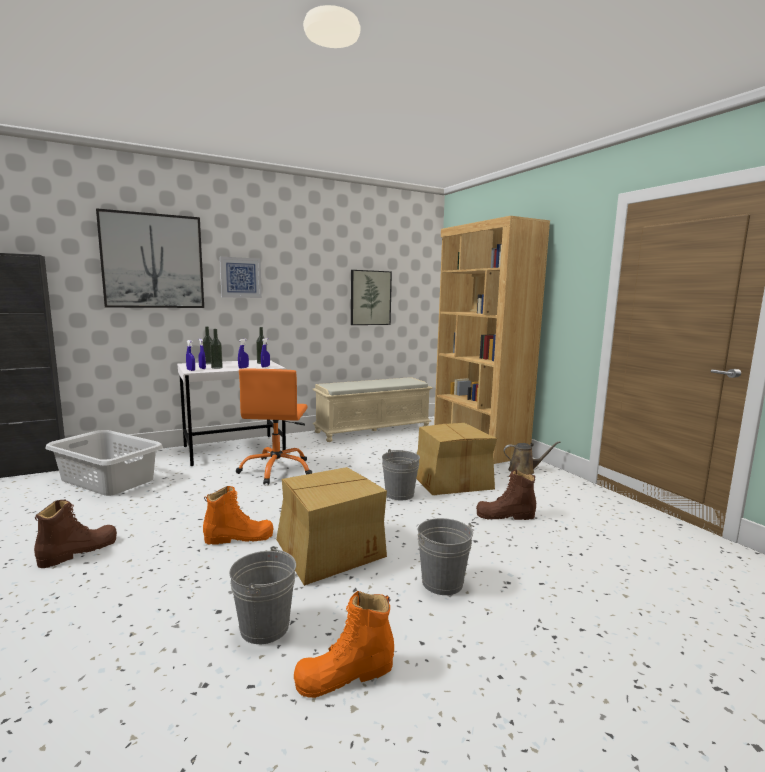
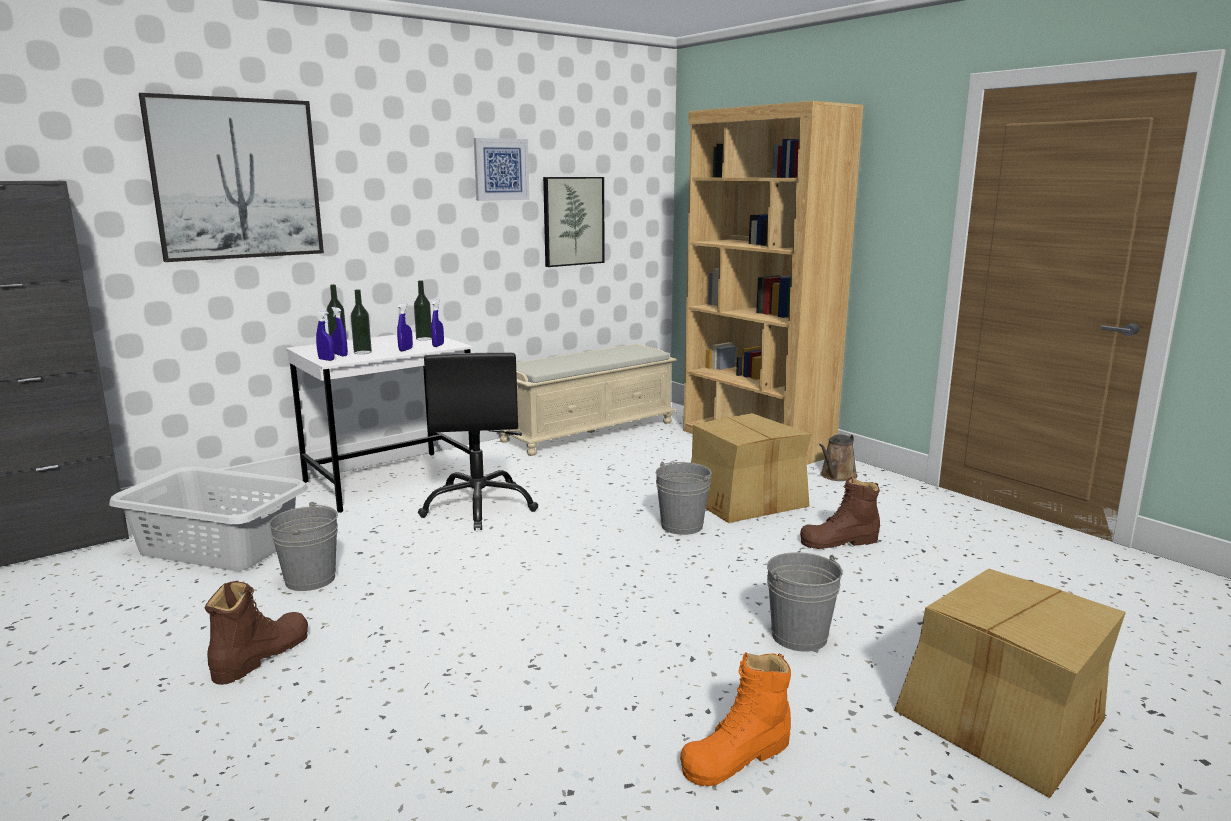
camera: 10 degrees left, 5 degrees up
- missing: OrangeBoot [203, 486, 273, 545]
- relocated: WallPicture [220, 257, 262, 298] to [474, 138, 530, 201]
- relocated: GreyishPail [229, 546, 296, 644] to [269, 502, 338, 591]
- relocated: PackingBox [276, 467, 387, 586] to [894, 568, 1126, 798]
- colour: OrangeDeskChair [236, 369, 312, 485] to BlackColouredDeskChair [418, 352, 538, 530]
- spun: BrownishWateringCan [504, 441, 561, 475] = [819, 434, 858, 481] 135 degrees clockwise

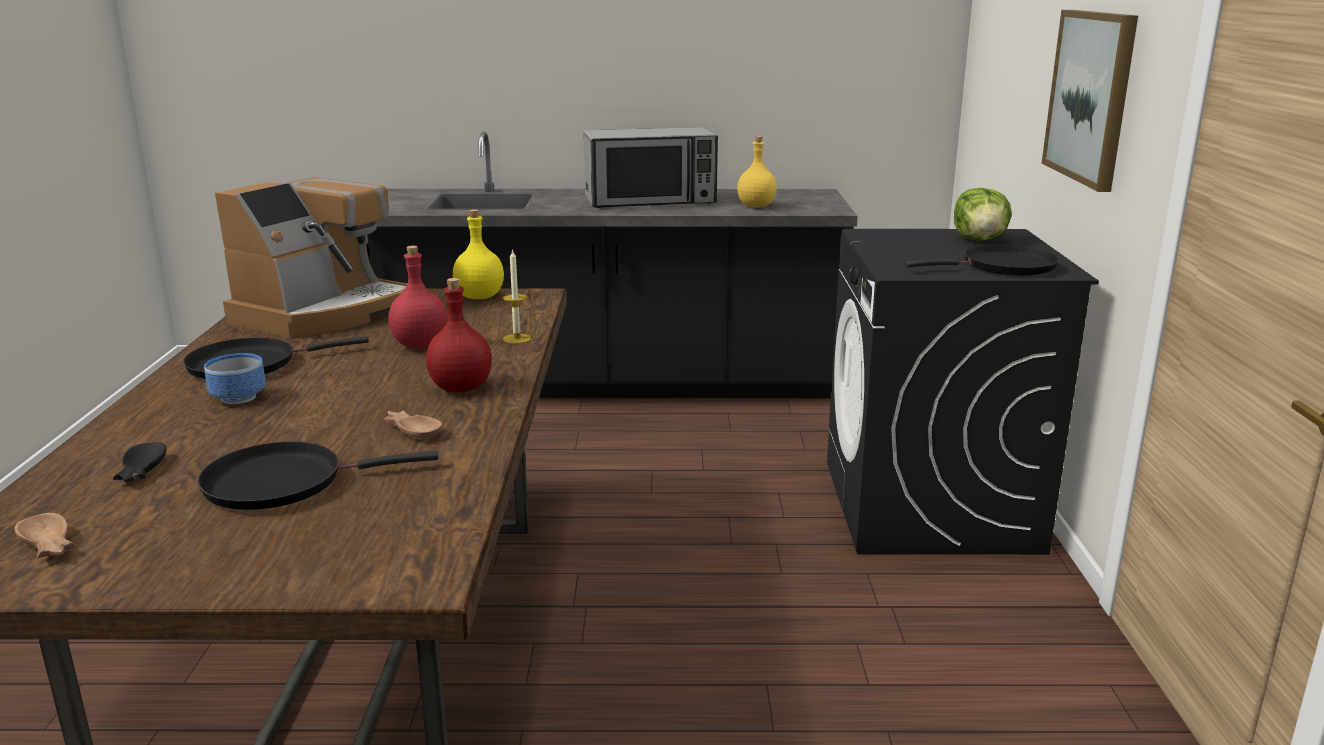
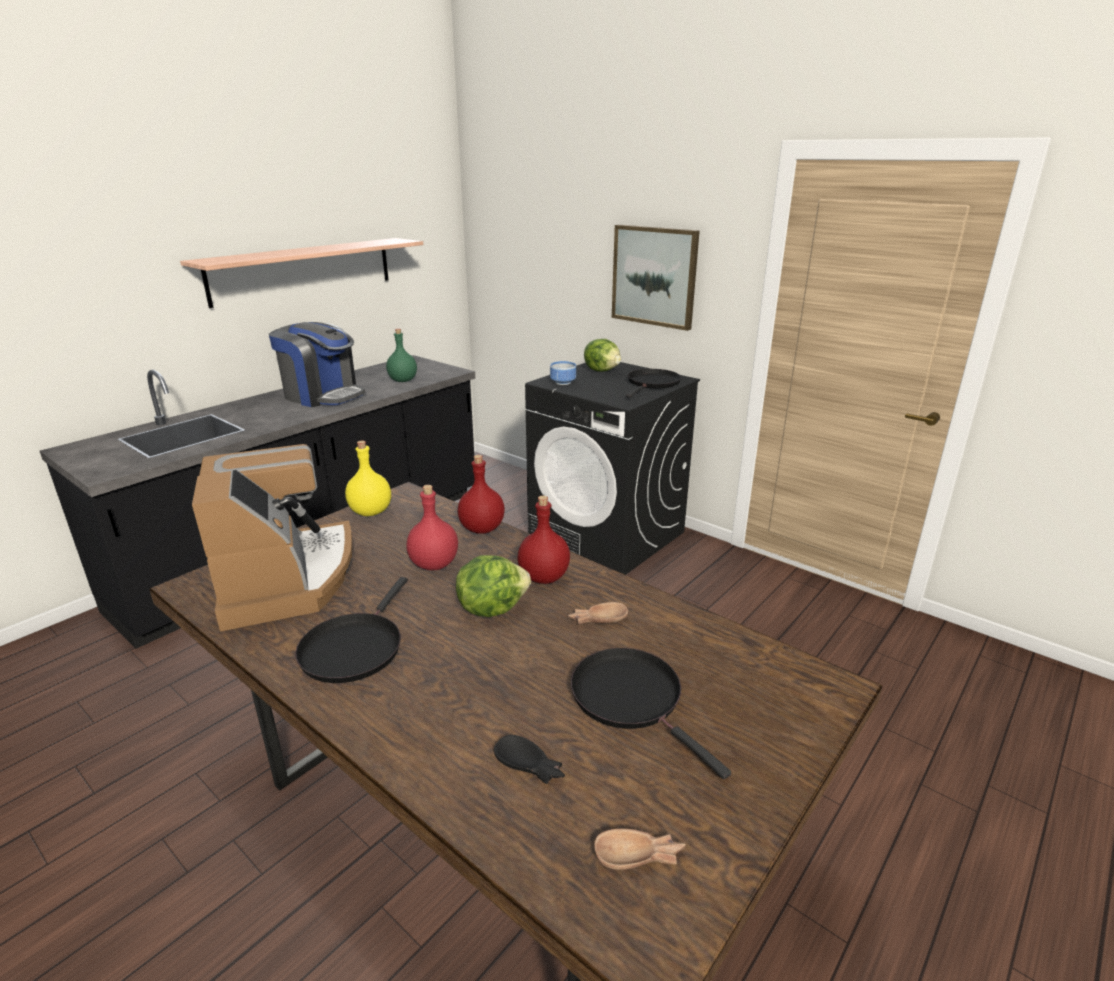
camera: 50 degrees left, 5 degrees up
- appeared: WallShelf [180, 238, 423, 308]
- appeared: LettuceHead [456, 555, 531, 617]
- relocated: Bowl [204, 353, 266, 404] to [550, 361, 576, 385]
- exchanged: WaxCandle [503, 249, 531, 344] to ReddishBeverageBottle [458, 455, 505, 534]
- exchanged: Microwave [584, 127, 718, 208] to CoffeeMachine [269, 322, 365, 407]
- colour: YellowishBeverageBottle [737, 136, 777, 208] to GreenColouredBeverageBottle [386, 329, 417, 382]
- spun: BlackColouredSkillet [197, 442, 439, 510] = [571, 648, 731, 779] 120 degrees clockwise

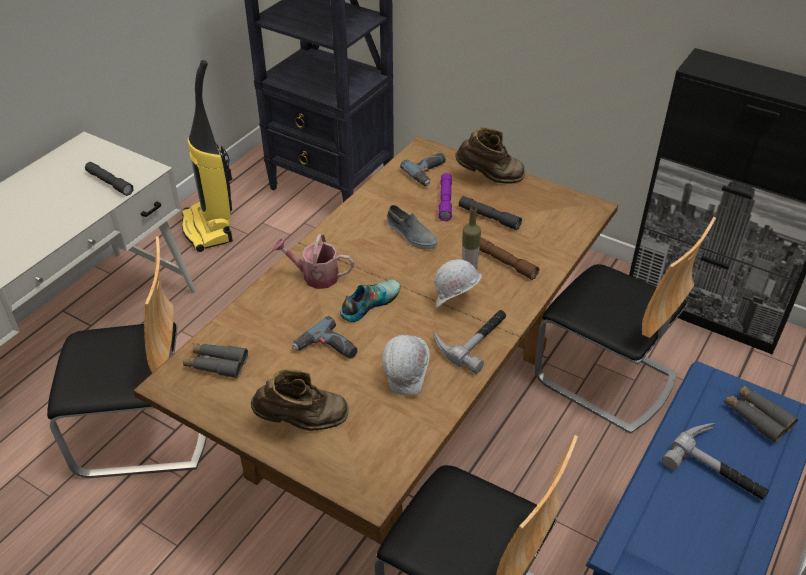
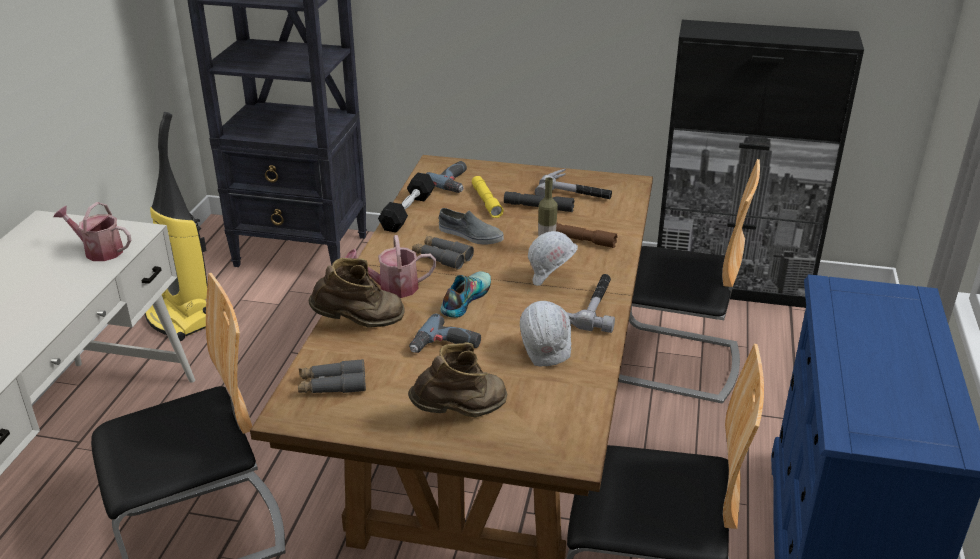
camera: 20 degrees left, 10 degrees down
- appeared: BlackColouredHandWeight [378, 173, 435, 233]
- relocated: BrownishBoot [455, 127, 525, 184] to [308, 258, 404, 328]
- relocated: HandHammer [662, 423, 769, 500] to [535, 169, 612, 199]
- relocated: GreyishPairOfBinoculars [724, 385, 798, 443] to [412, 235, 474, 270]
- exchanged: GreyishHandTorch [85, 162, 134, 196] to WateringCan [54, 202, 131, 261]
- colour: PurplishHandTorch [438, 173, 452, 222] to YellowishHandTorch [472, 176, 504, 218]

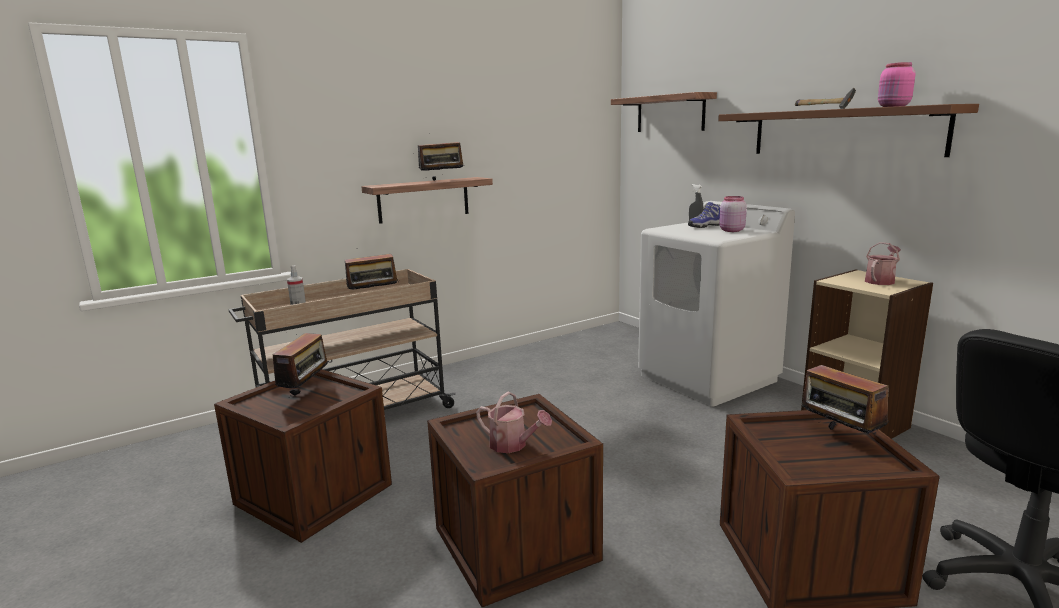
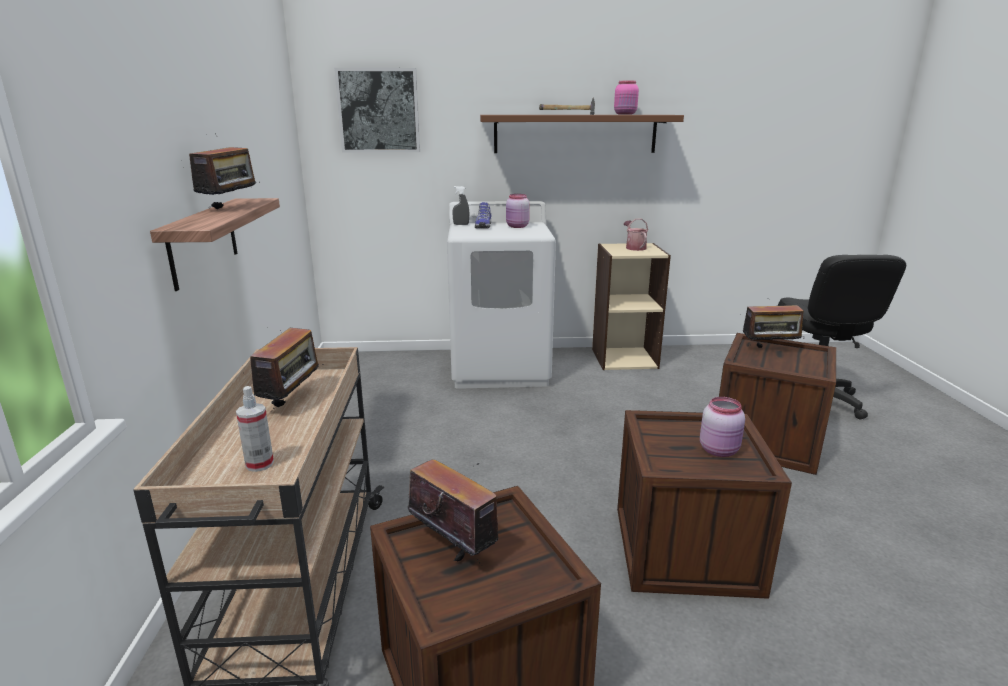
camera: 60 degrees left, 5 degrees up
- exchanged: WateringCan [476, 392, 552, 453] to PinkColouredJar [700, 397, 745, 457]
- exchanged: WallShelf [611, 92, 717, 132] to WallPicture [334, 68, 420, 152]

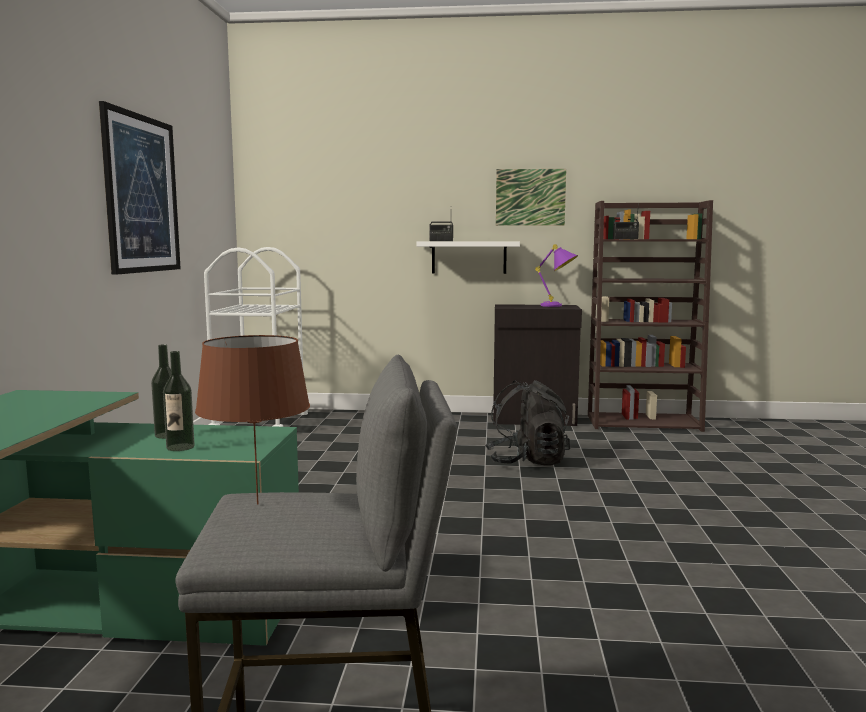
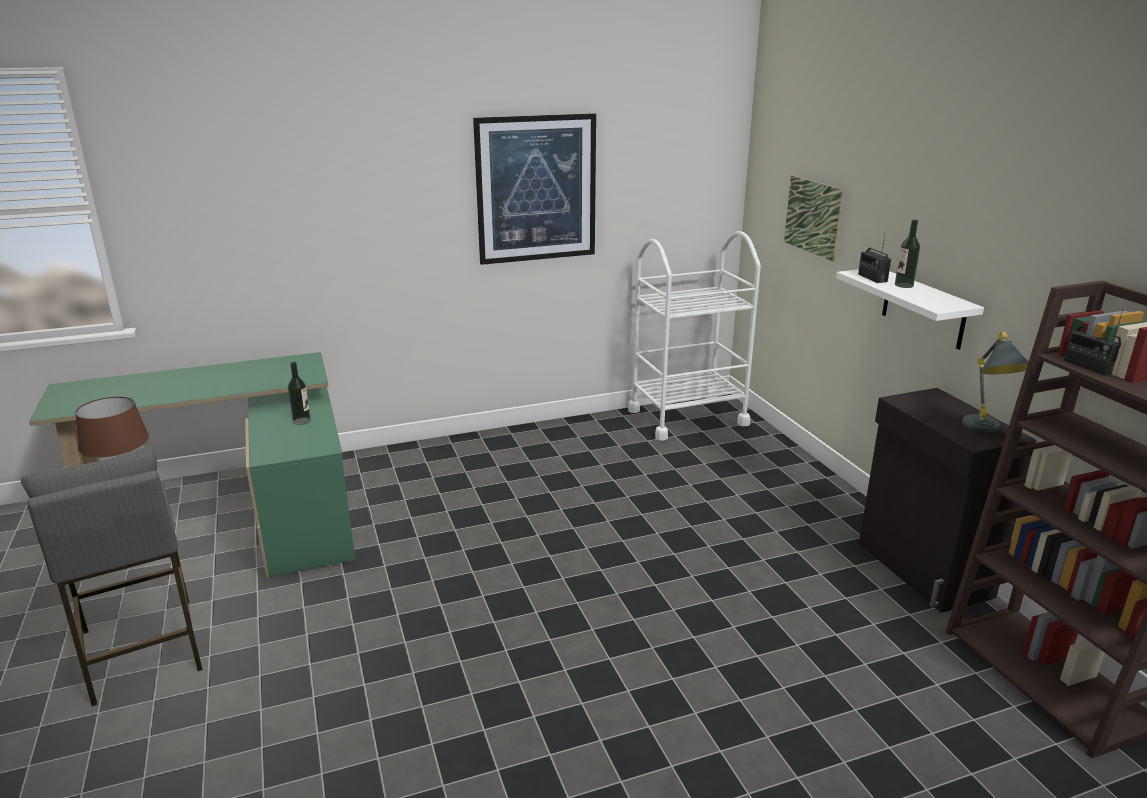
camera: 65 degrees right, 15 degrees up
- missing: BlackColouredRucksack [485, 380, 570, 465]
- relocated: BeverageBottle [163, 351, 195, 451] to [895, 220, 920, 288]
- relocated: WallPicture [496, 169, 566, 226] to [784, 175, 844, 261]
- colour: PurplishTabletopLamp [535, 244, 578, 307] to GreyishTabletopLamp [962, 332, 1028, 432]

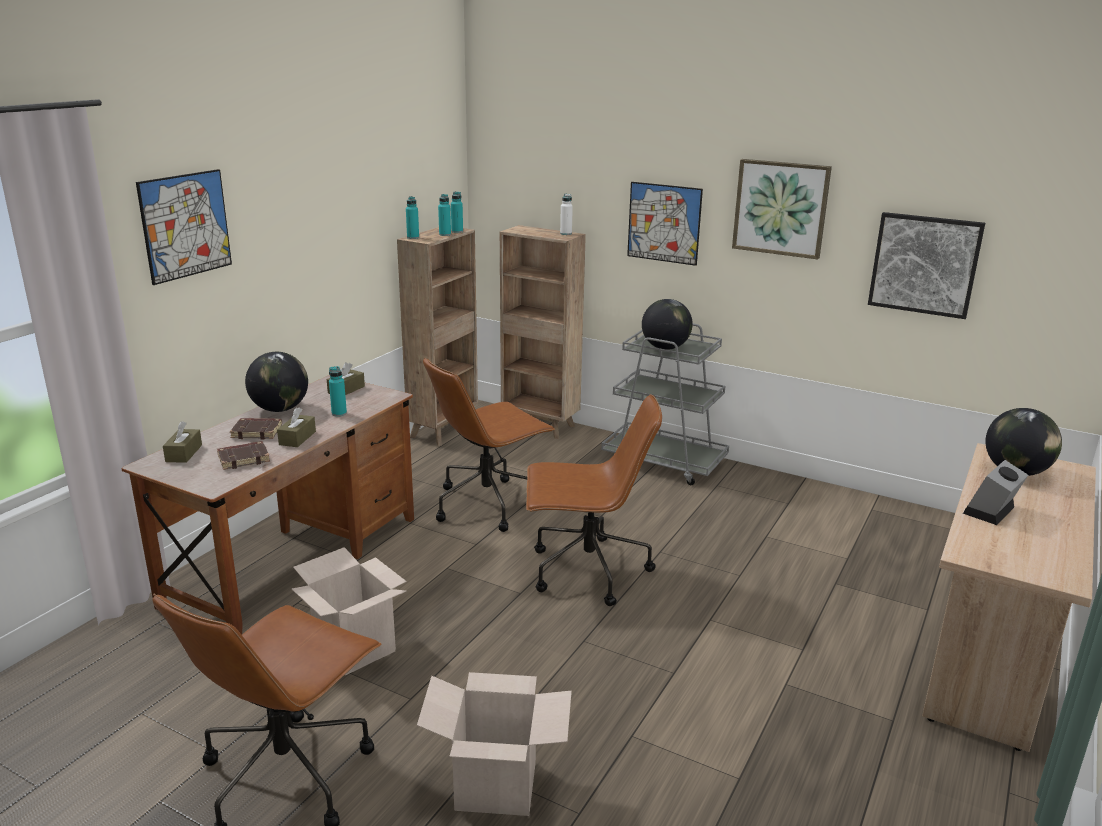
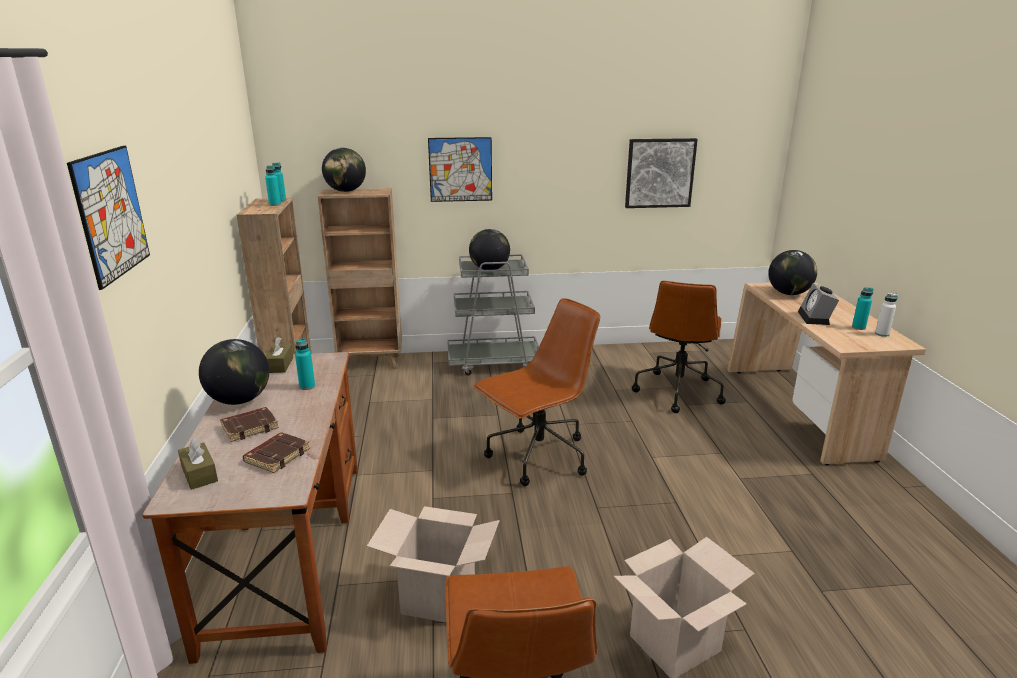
camera: 35 degrees left, 0 degrees up
- missing: BrownishTissueBox [277, 407, 316, 447]
- missing: WallPicture [732, 159, 832, 259]
- appeared: WorldGlobe [322, 148, 366, 192]
- relocated: TurquoiseBeverageBottle [406, 196, 419, 239] to [852, 287, 873, 330]
- relocated: BrownishDeskChair [423, 357, 555, 532] to [632, 281, 726, 413]
- relocated: WhitishBeverageBottle [560, 194, 573, 235] to [875, 293, 898, 337]

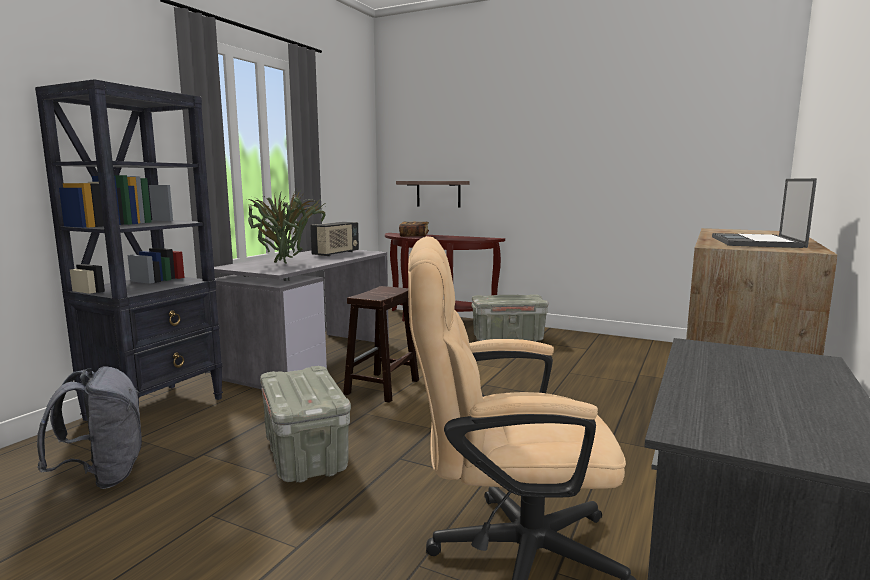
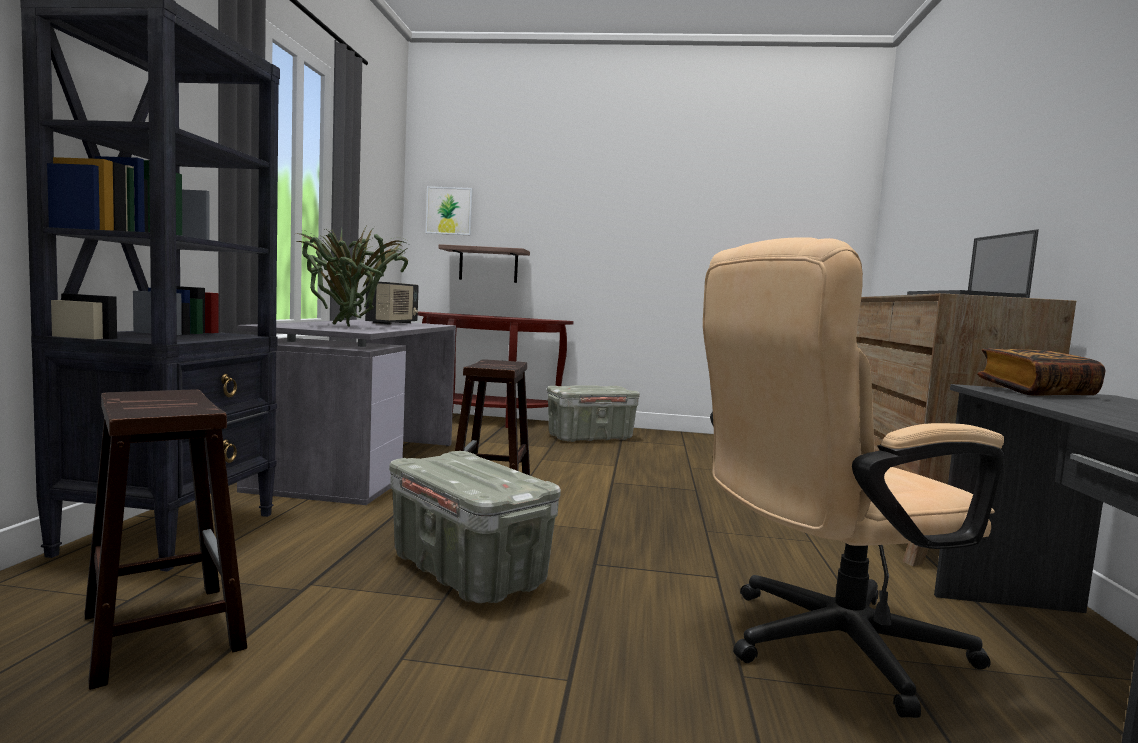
camera: 20 degrees left, 5 degrees down
- appeared: WallPicture [426, 186, 473, 235]
- relocated: Book [399, 222, 429, 237] to [977, 348, 1105, 396]
- exchanged: GreyishRucksack [37, 366, 142, 489] to BrownishStoolSeat [85, 389, 247, 690]

